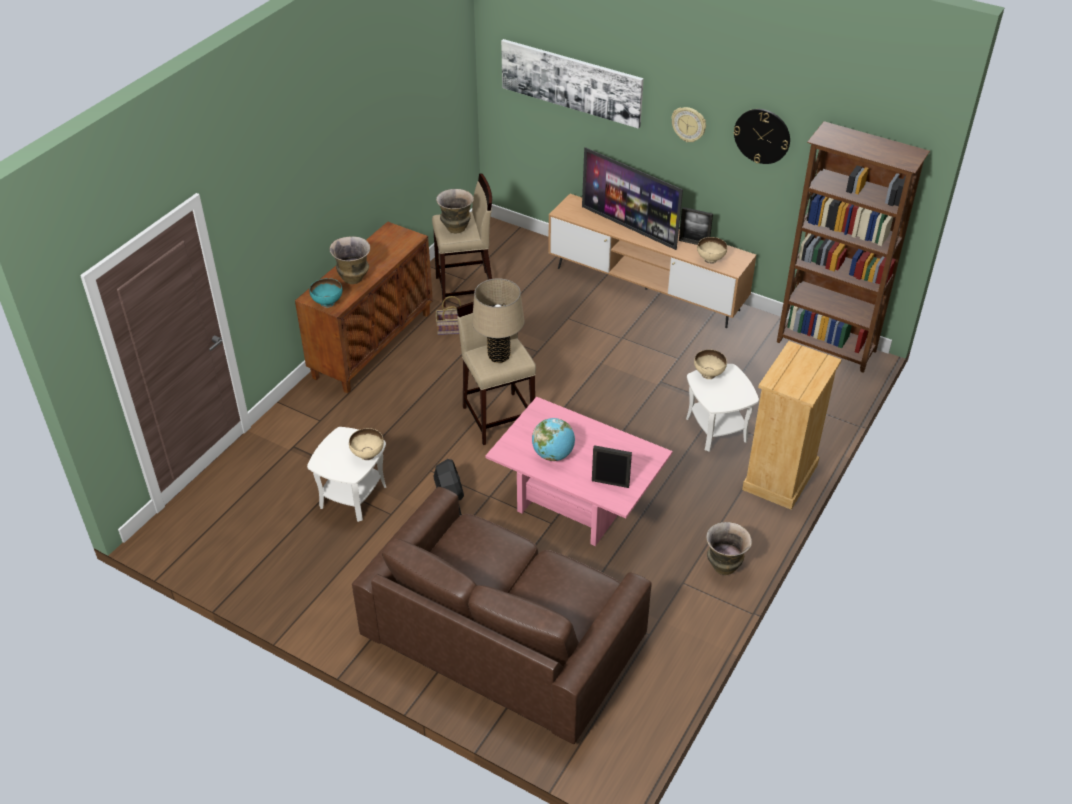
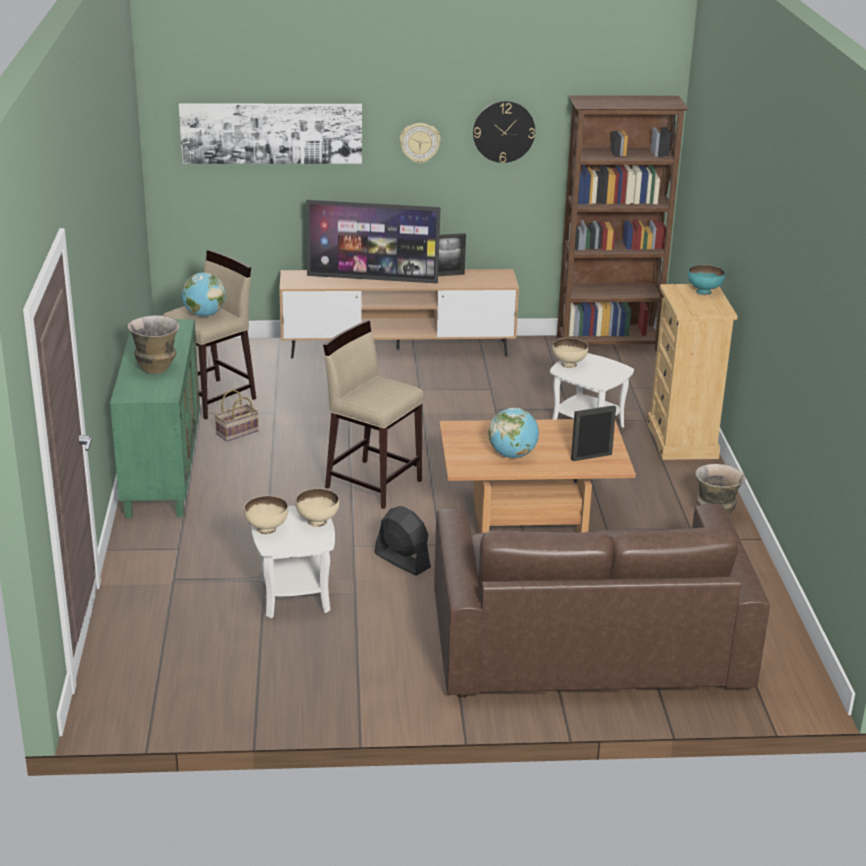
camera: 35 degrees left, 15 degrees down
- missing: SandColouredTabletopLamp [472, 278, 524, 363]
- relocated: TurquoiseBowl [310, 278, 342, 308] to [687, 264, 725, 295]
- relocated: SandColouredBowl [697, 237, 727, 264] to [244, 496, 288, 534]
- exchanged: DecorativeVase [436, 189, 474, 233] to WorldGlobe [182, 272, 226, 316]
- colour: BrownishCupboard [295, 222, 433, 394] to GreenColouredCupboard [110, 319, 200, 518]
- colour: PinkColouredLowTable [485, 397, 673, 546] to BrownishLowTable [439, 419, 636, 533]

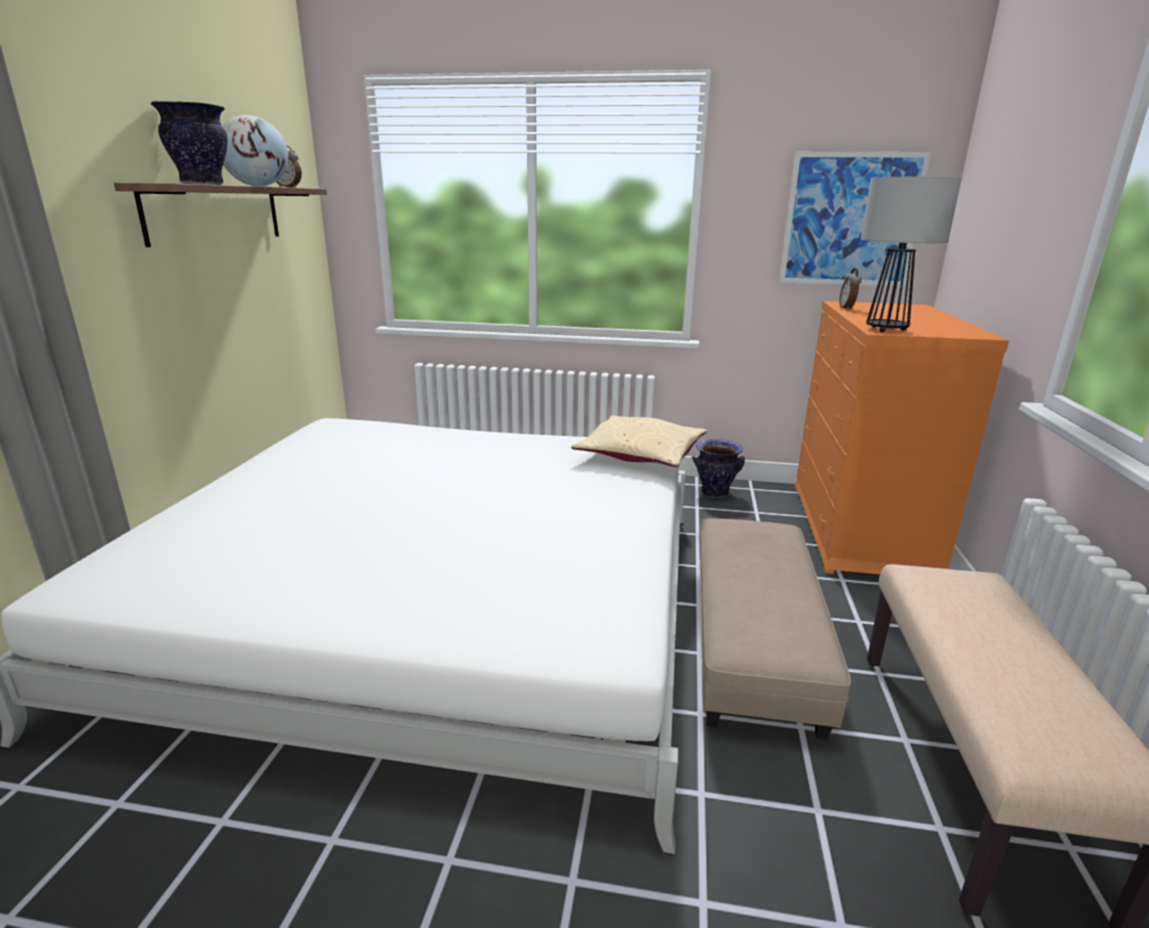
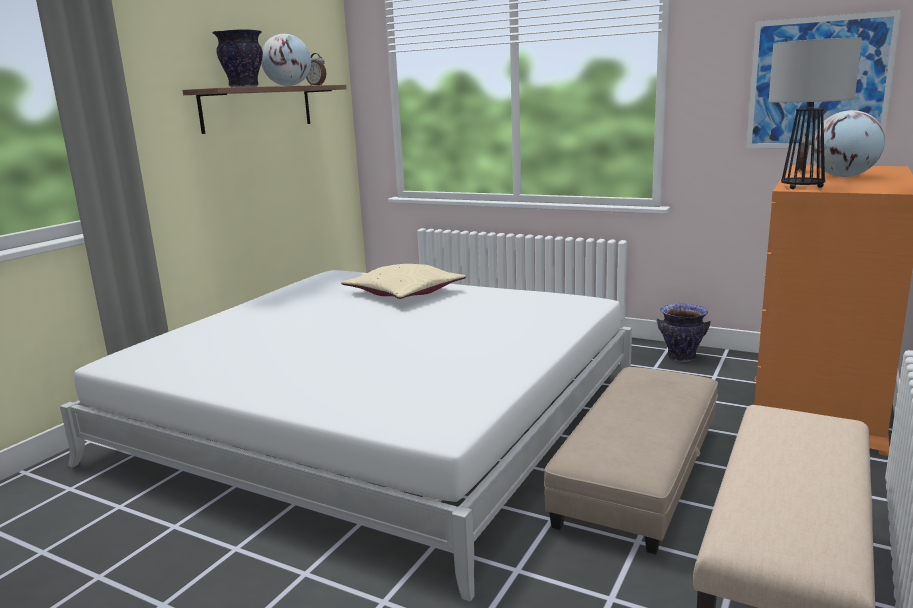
camera: 20 degrees right, 5 degrees down
- appeared: WorldGlobe [811, 110, 885, 177]
- relocated: SandColouredPillow [571, 415, 707, 467] to [341, 264, 466, 299]

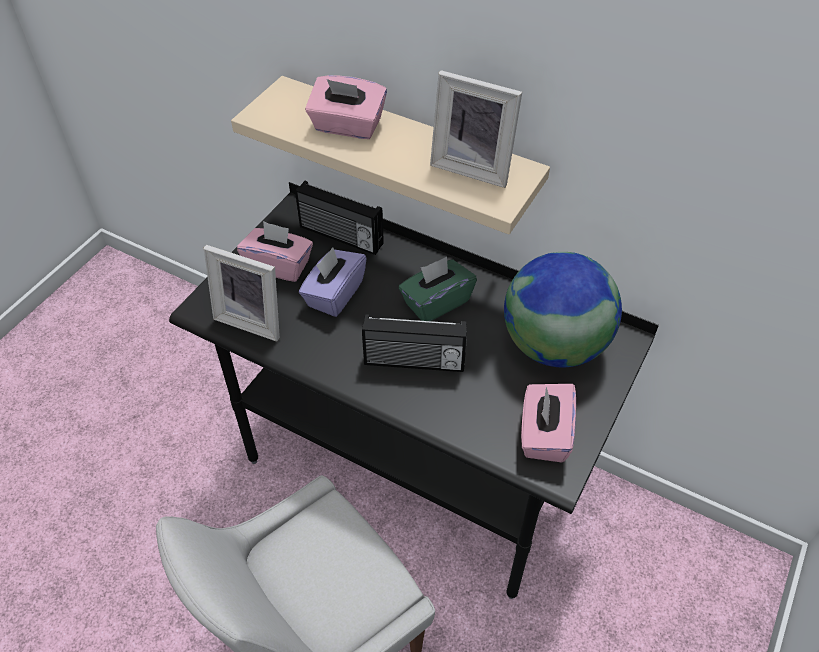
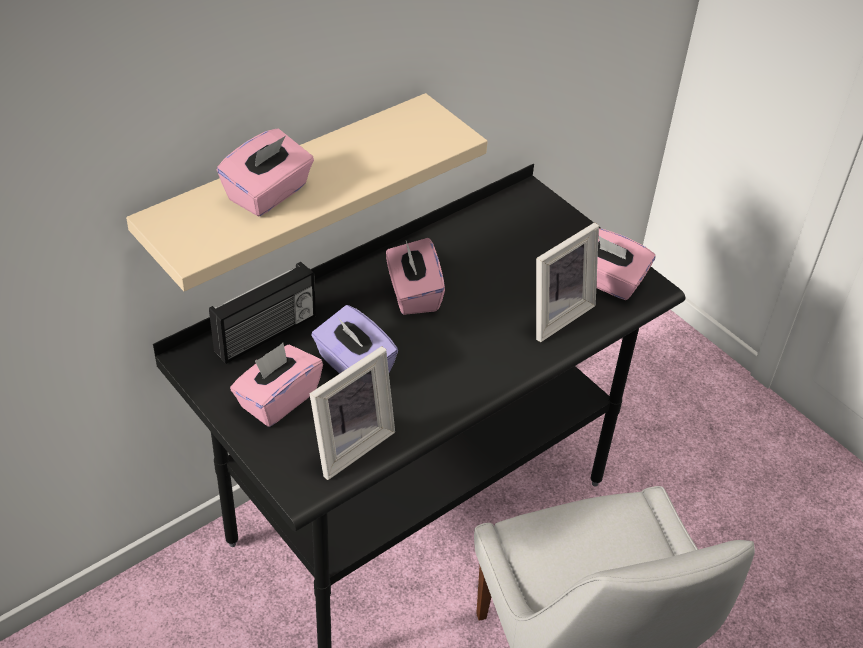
camera: 70 degrees left, 5 degrees down
- missing: RadioReceiver [362, 315, 467, 372]
- missing: WorldGlobe [504, 252, 622, 367]
- relocated: PhotoFrame [430, 70, 522, 188] to [536, 223, 599, 342]
- colour: GreenColouredTissueBox [399, 257, 477, 321] to PinkColouredTissueBox [386, 238, 445, 315]

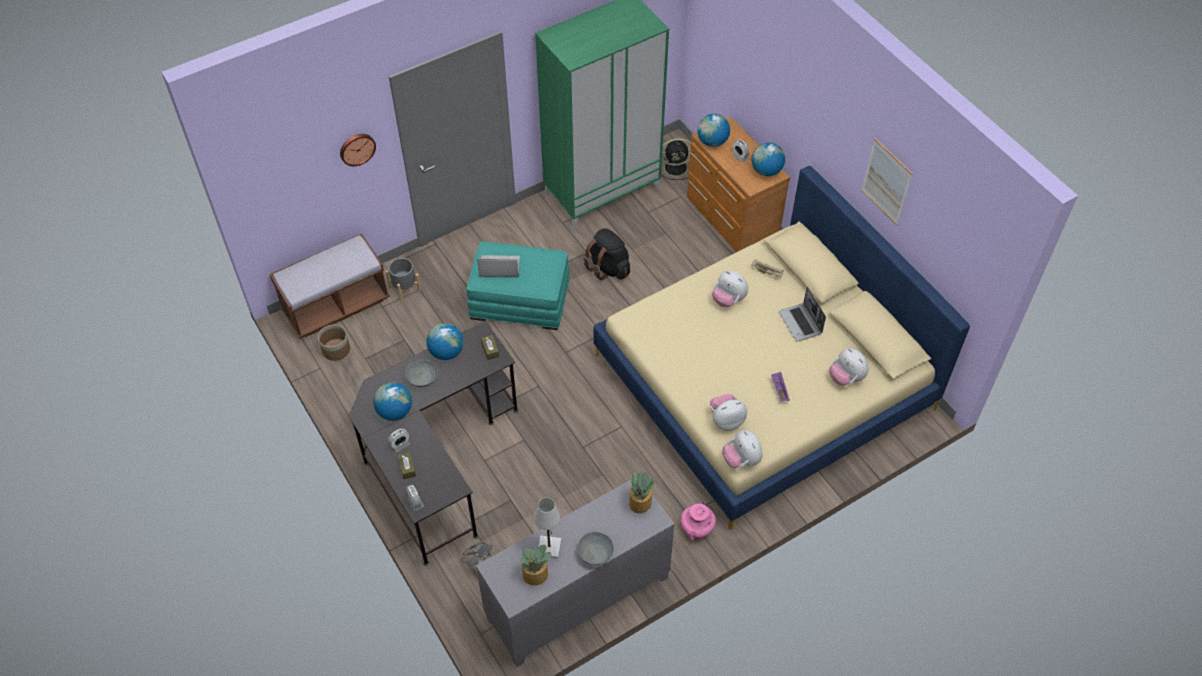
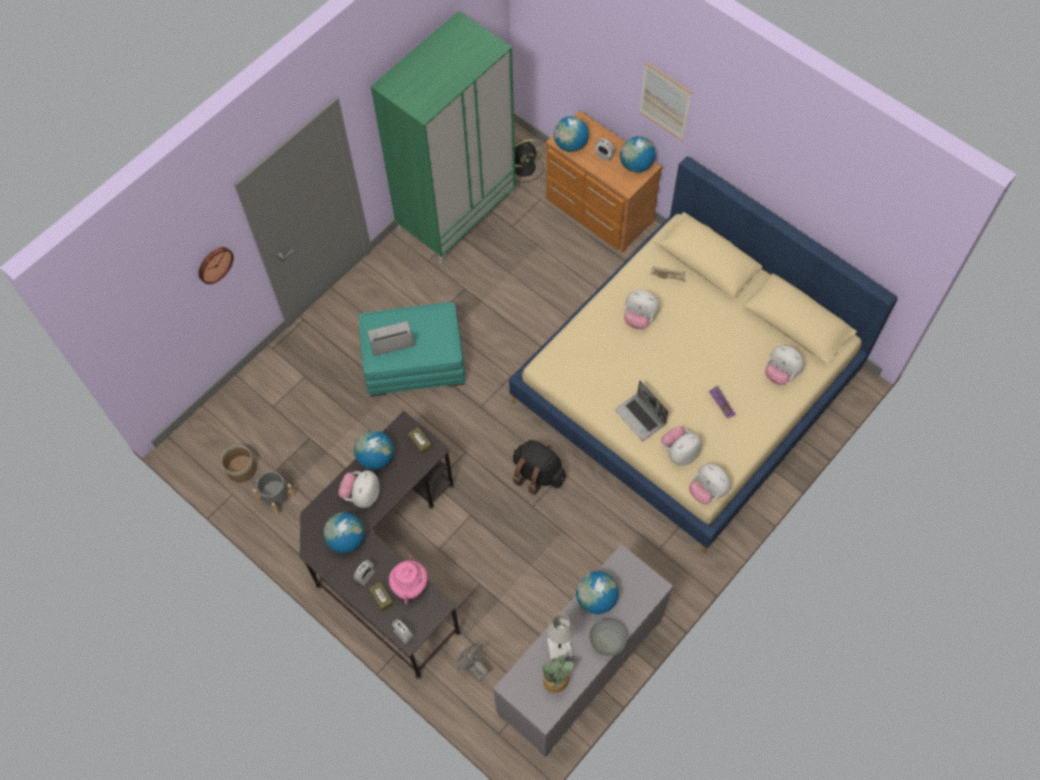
camera: 15 degrees left, 10 degrees up
- missing: BrownishLongSeat [269, 233, 390, 339]
- missing: Houseplant [629, 471, 655, 514]
- appeared: WorldGlobe [576, 571, 619, 614]
- relocated: GreyishPlantPot [386, 258, 421, 302] to [253, 471, 296, 516]
- relocated: BlackColouredRucksack [583, 228, 630, 280] to [512, 440, 566, 494]
- relocated: PinkColouredDecorativeVase [681, 500, 716, 541] to [389, 555, 428, 604]
- relocated: Laptop [779, 287, 826, 342] to [615, 380, 669, 441]
- relocated: WallPicture [861, 138, 913, 225] to [639, 62, 692, 141]
- exchanged: GreyishBowl [405, 360, 438, 387] to PlushToy [338, 470, 380, 508]

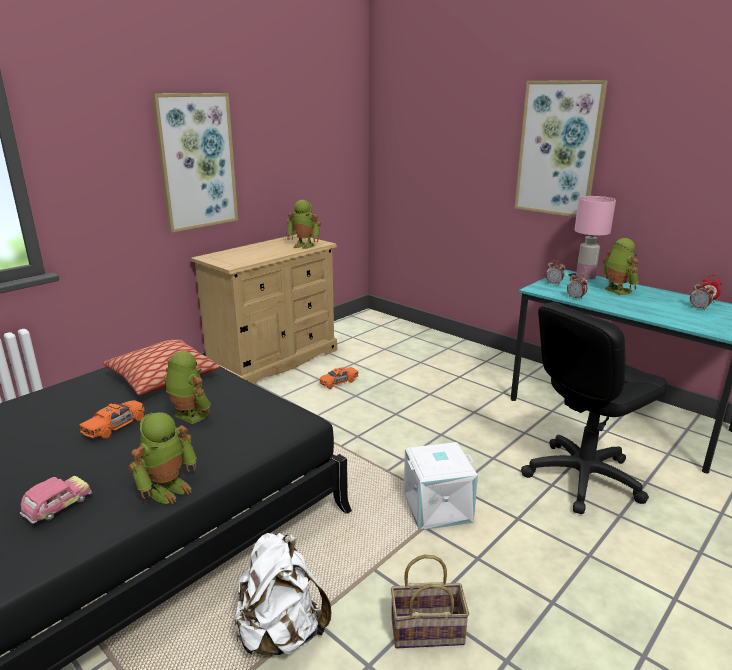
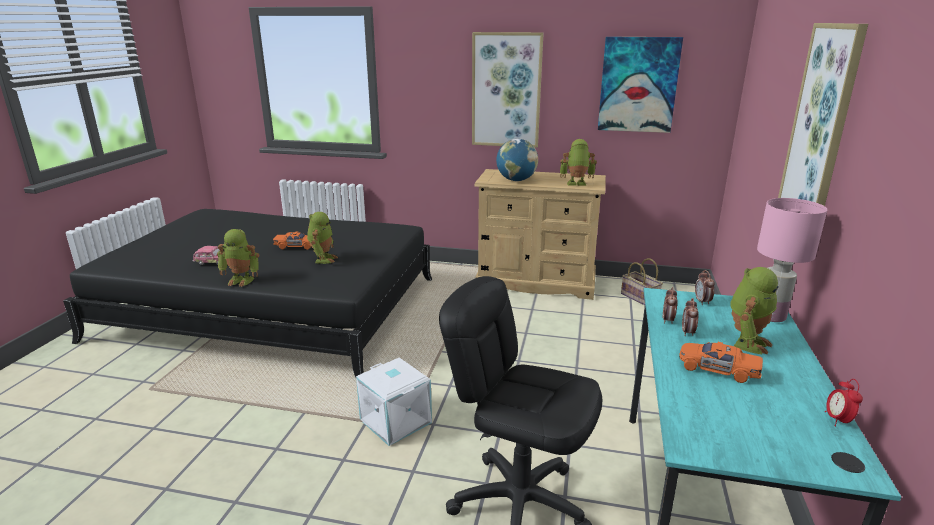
camera: 60 degrees right, 0 degrees up
- missing: Pillow [103, 340, 220, 395]
- missing: WhitishRucksack [234, 533, 331, 655]
- appeared: WorldGlobe [496, 139, 538, 181]
- appeared: WallPicture [598, 37, 683, 133]
- relocated: OrangeMiniatureCar [319, 367, 359, 389] to [679, 342, 763, 383]
- relocated: StorageBasket [391, 555, 469, 648] to [621, 258, 663, 305]
- relocated: AlarmClock [690, 282, 715, 310] to [682, 298, 699, 336]
- spun: ModelRobot [287, 200, 321, 249] = [560, 139, 597, 186] 105 degrees clockwise

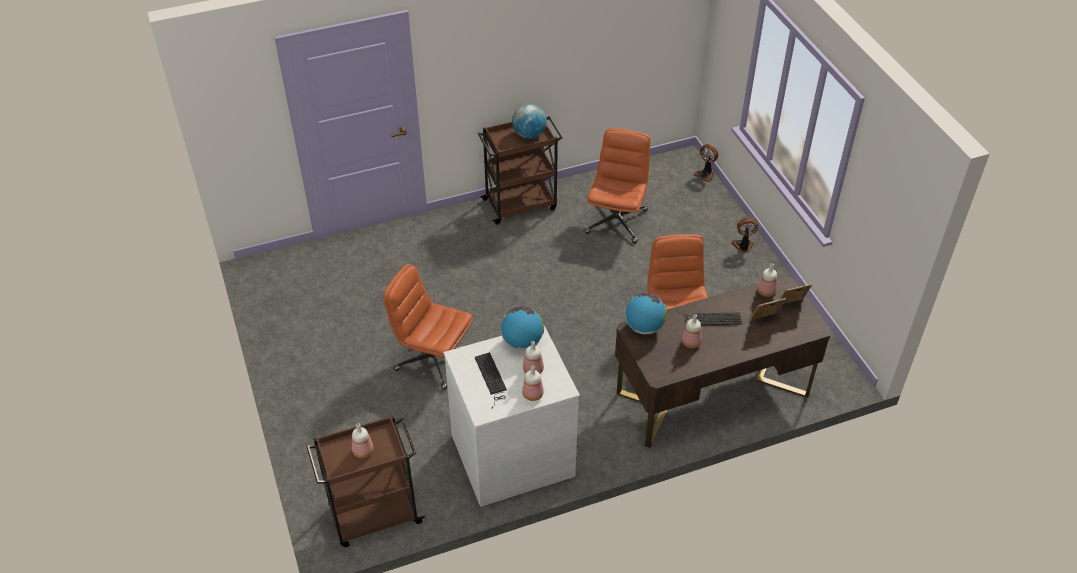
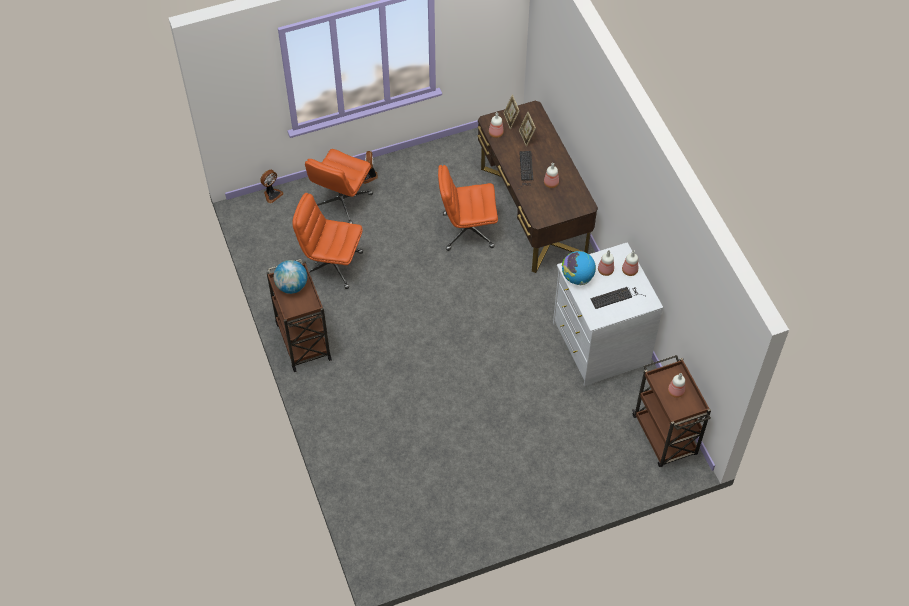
camera: 90 degrees left, 10 degrees up
- missing: WorldGlobe [625, 293, 667, 334]
- relocated: OrangeDeskChair [384, 264, 473, 390] to [305, 149, 373, 224]

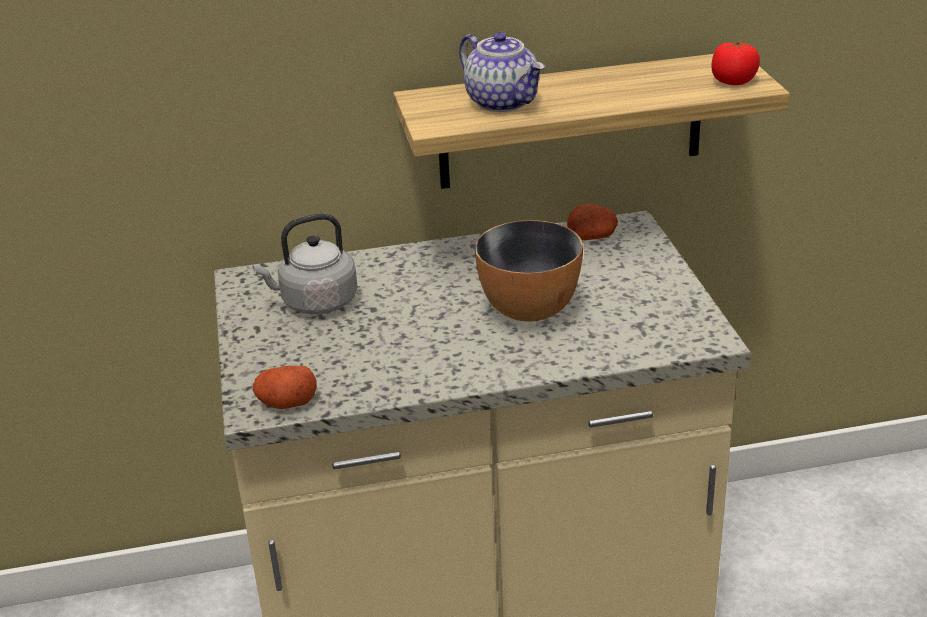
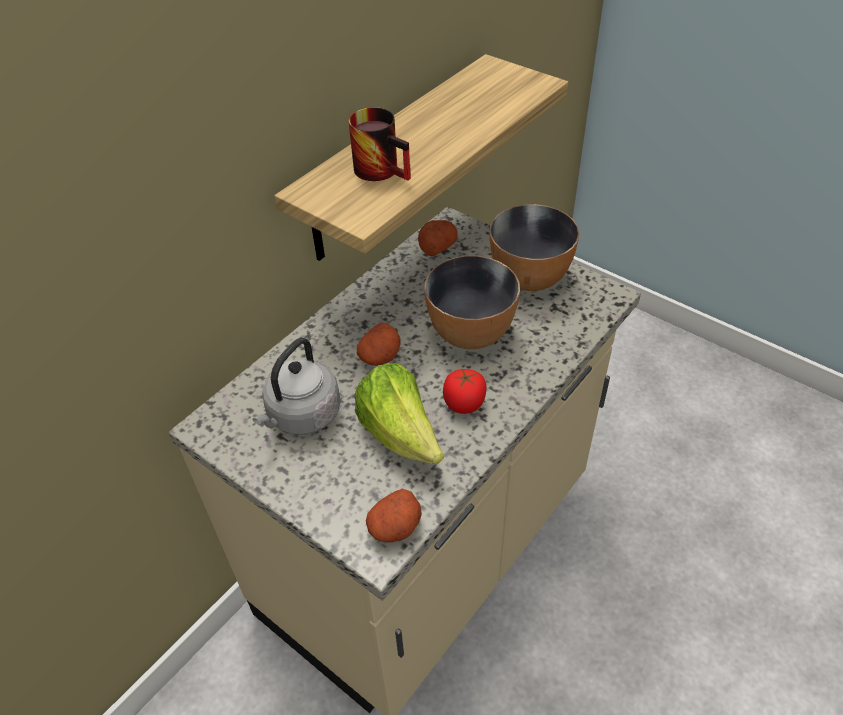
camera: 40 degrees left, 15 degrees up
- appeared: LettuceHead [355, 363, 444, 464]
- appeared: Spud [357, 323, 401, 366]
- appeared: Bowl [489, 204, 579, 291]
- relocated: WholeTomato [711, 41, 760, 85] to [443, 369, 486, 414]
- exchanged: PotForTea [459, 32, 545, 112] to Mug [349, 107, 411, 181]

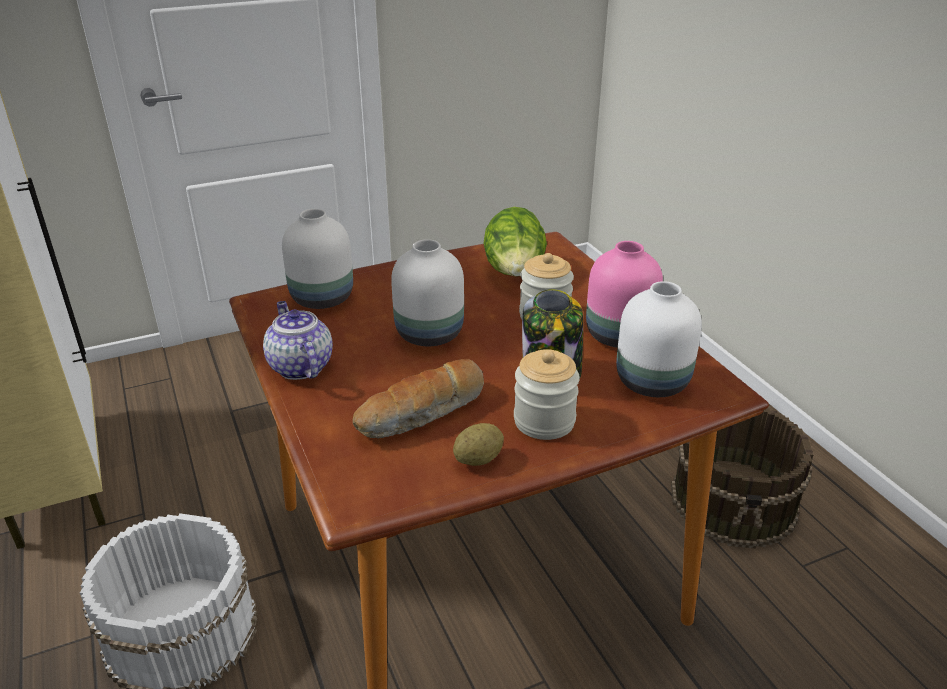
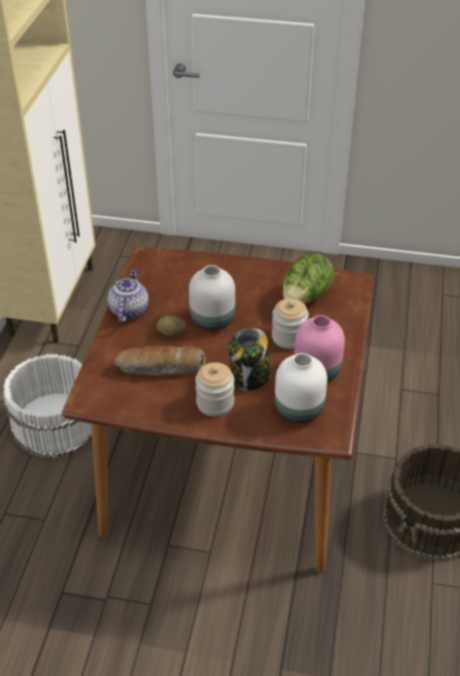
camera: 35 degrees right, 10 degrees up
- missing: WhitishDecorativeVase [282, 209, 353, 309]
- relocated: Spud [453, 423, 504, 466] to [157, 315, 186, 337]

